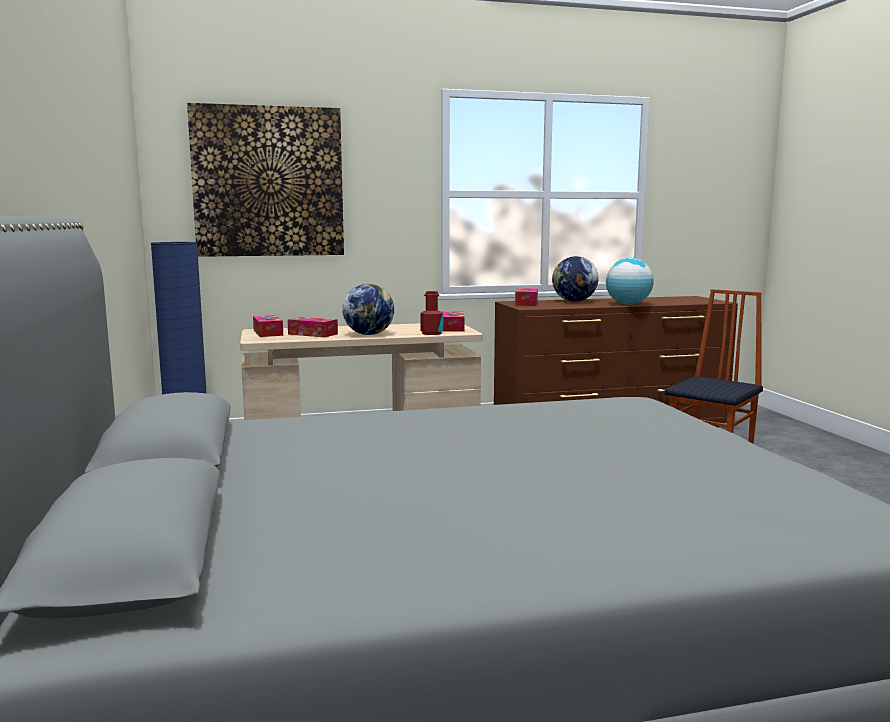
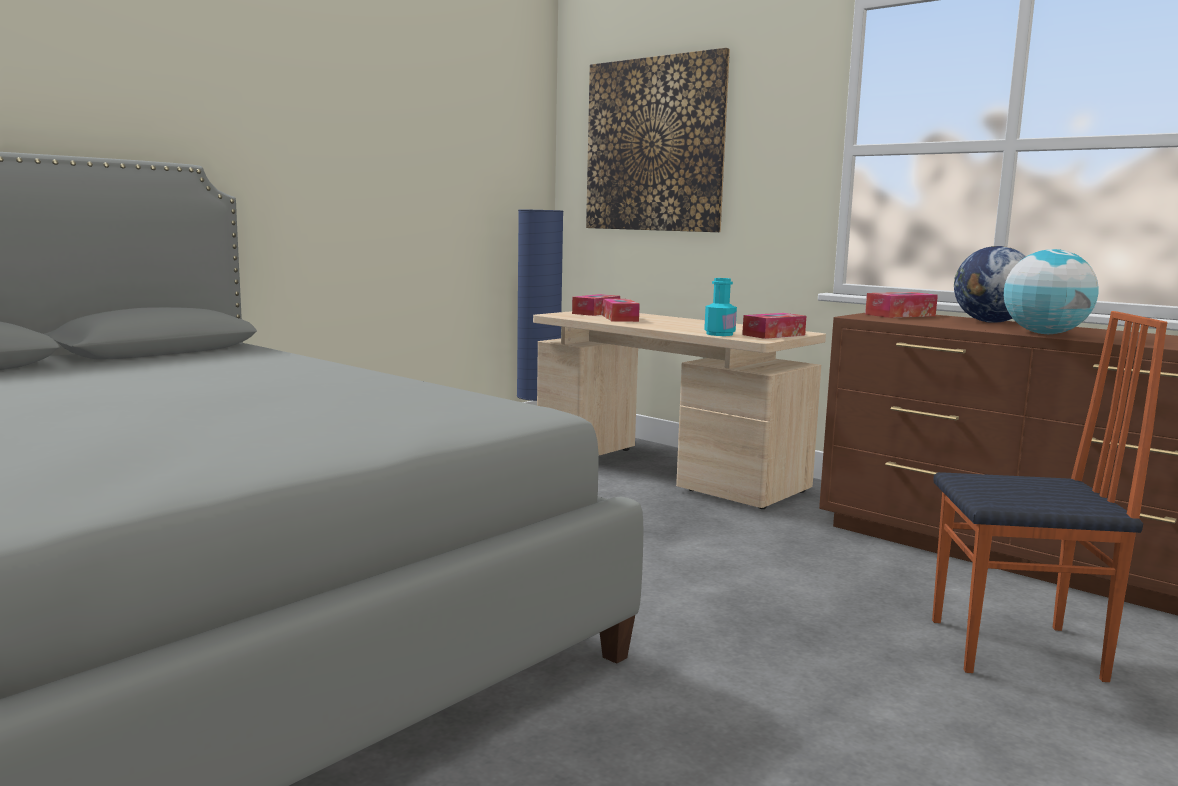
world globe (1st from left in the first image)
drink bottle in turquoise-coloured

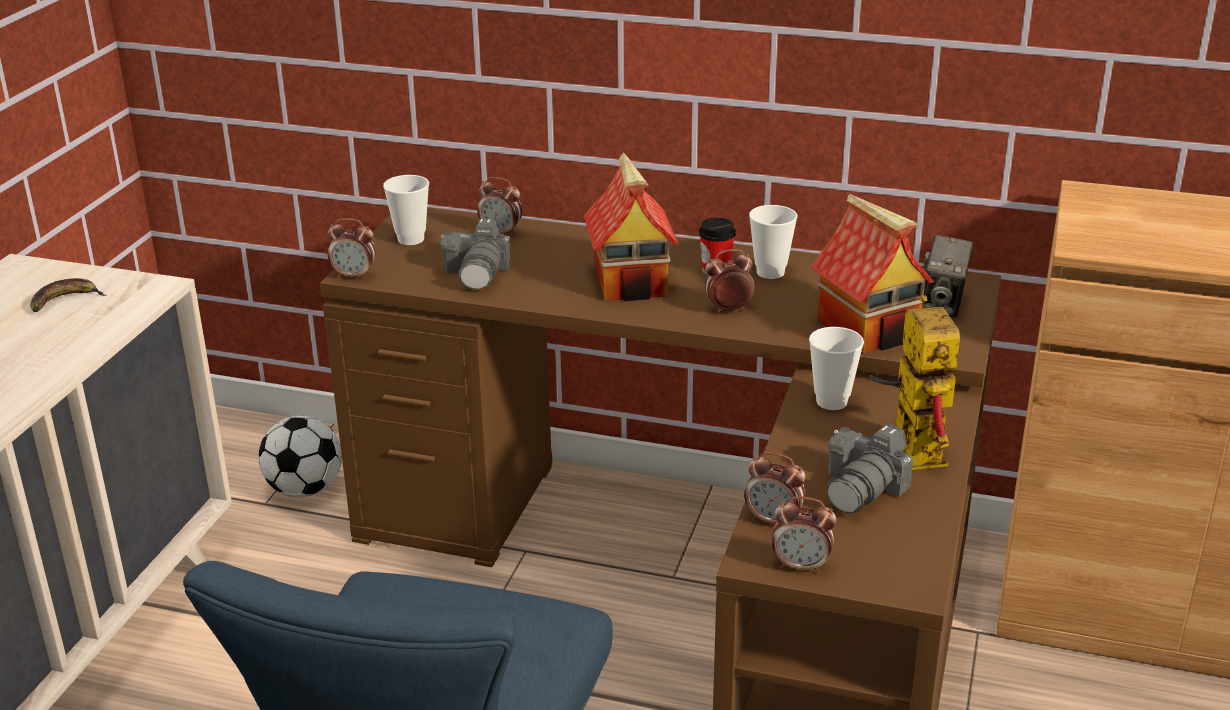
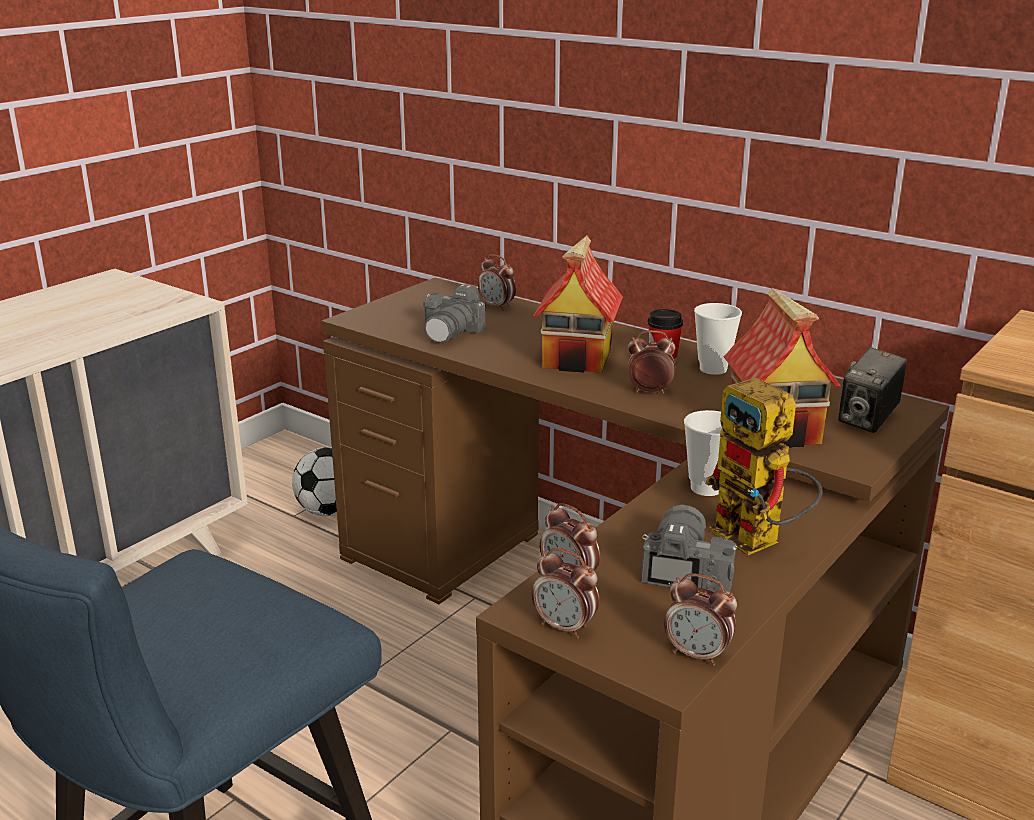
cup (1st from left in the first image)
bedside clock (5th from left)
banana
robot figure
photo camera (2nd from left)

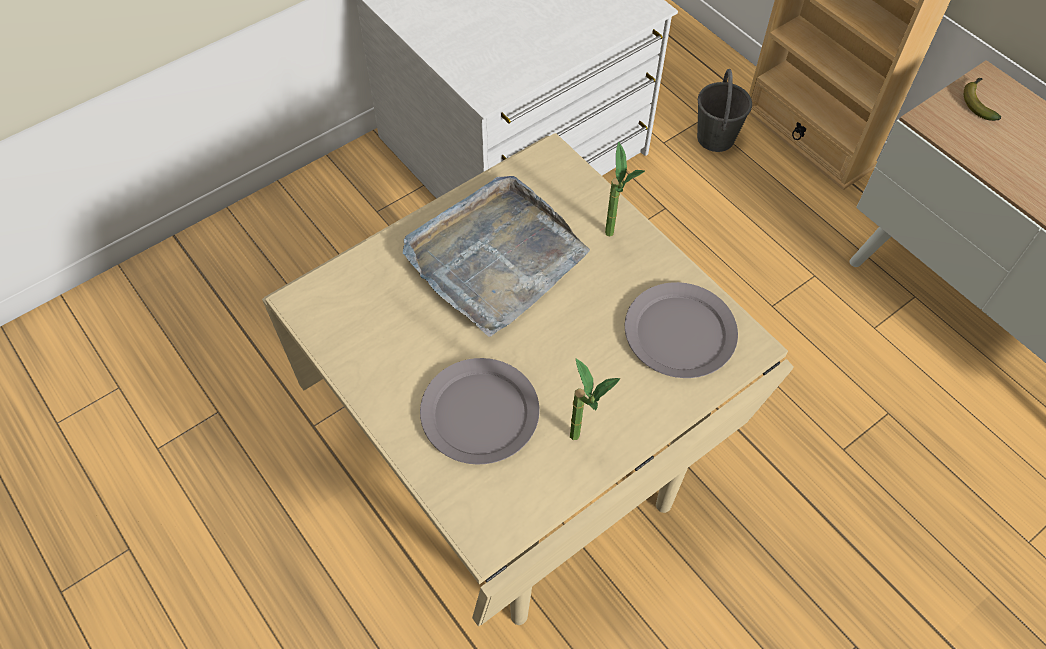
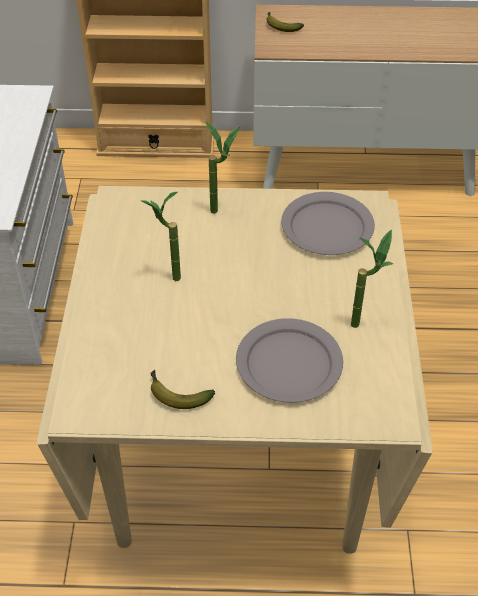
bucket in gray
plant in a pot (1st from left)
banana (1st from left)

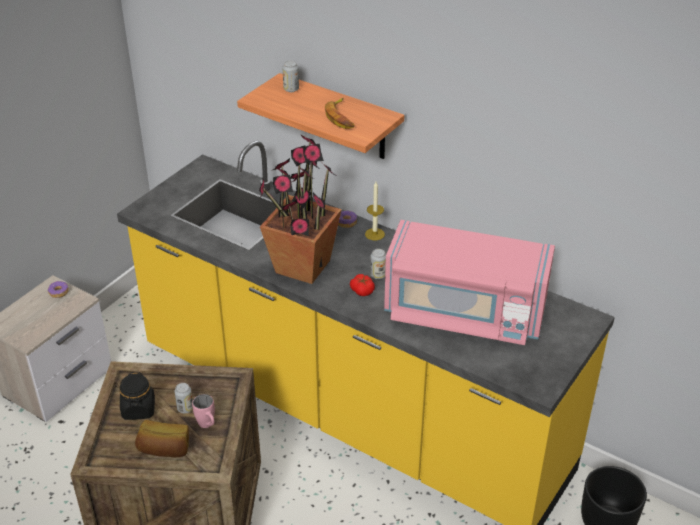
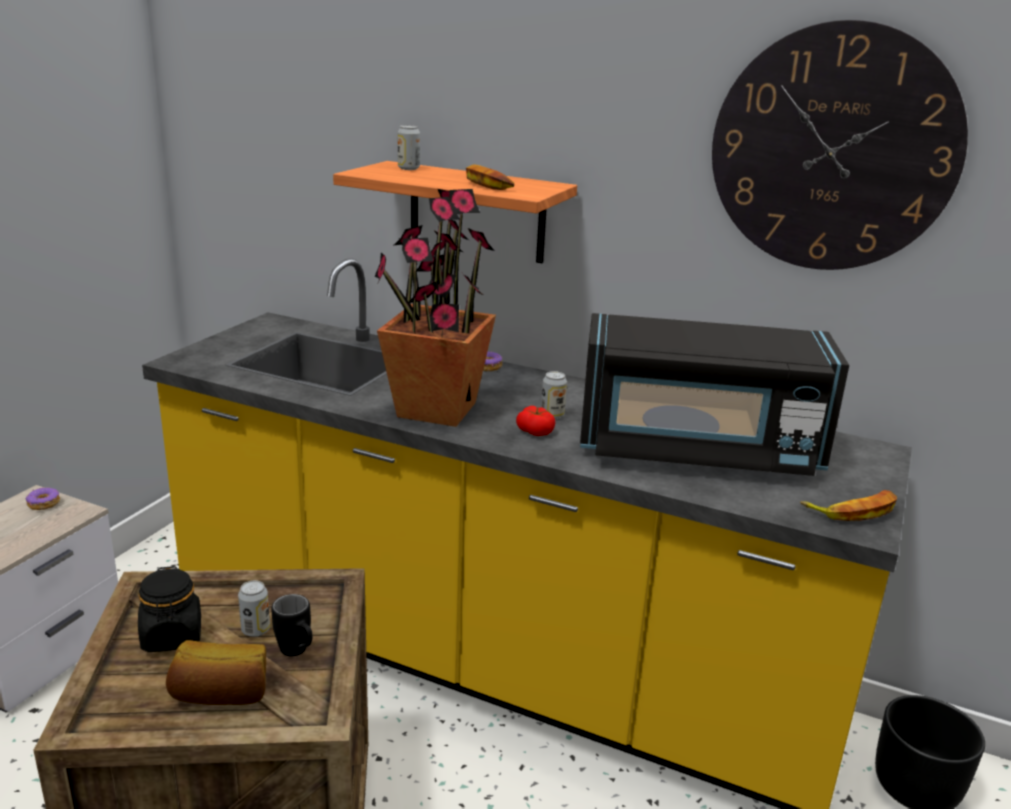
wax light
microwave in blackish
coffee mug in blackish
wall clock
banana (2nd from left)

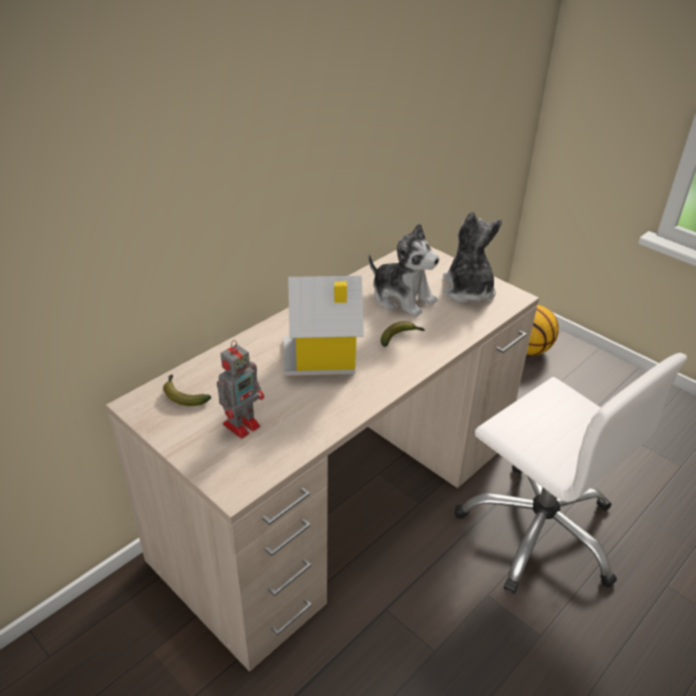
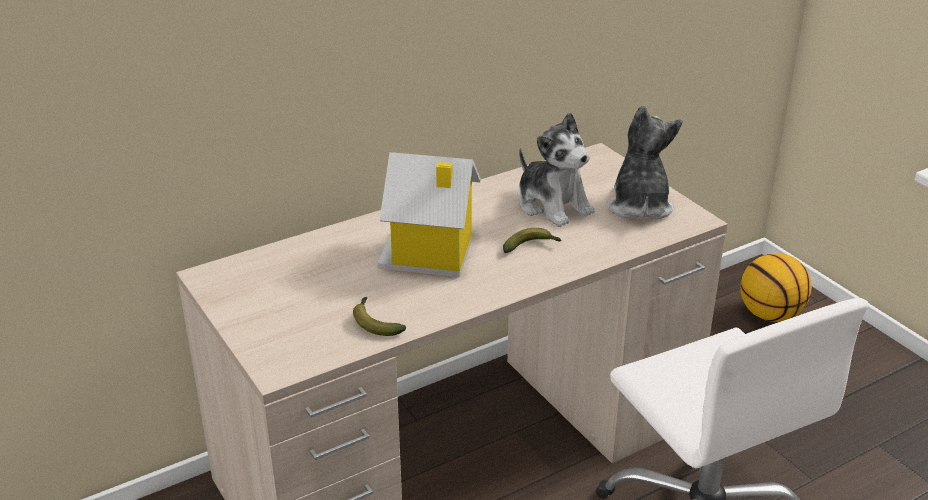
robot figure
banana (1st from left)

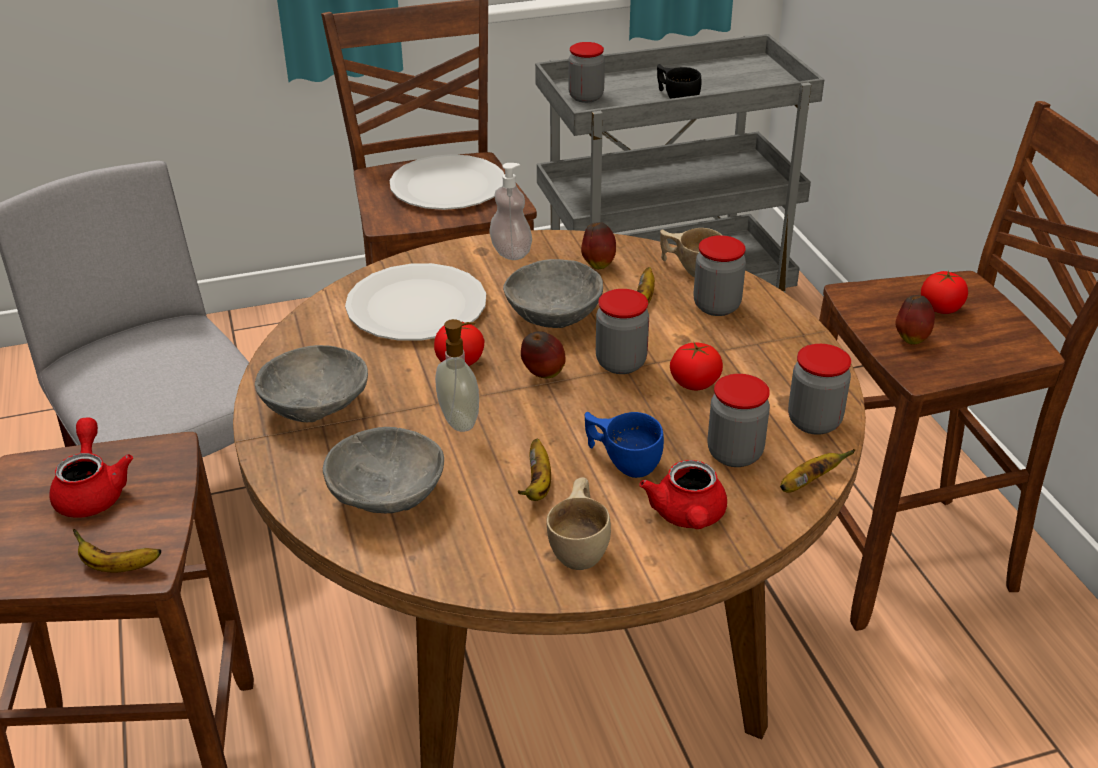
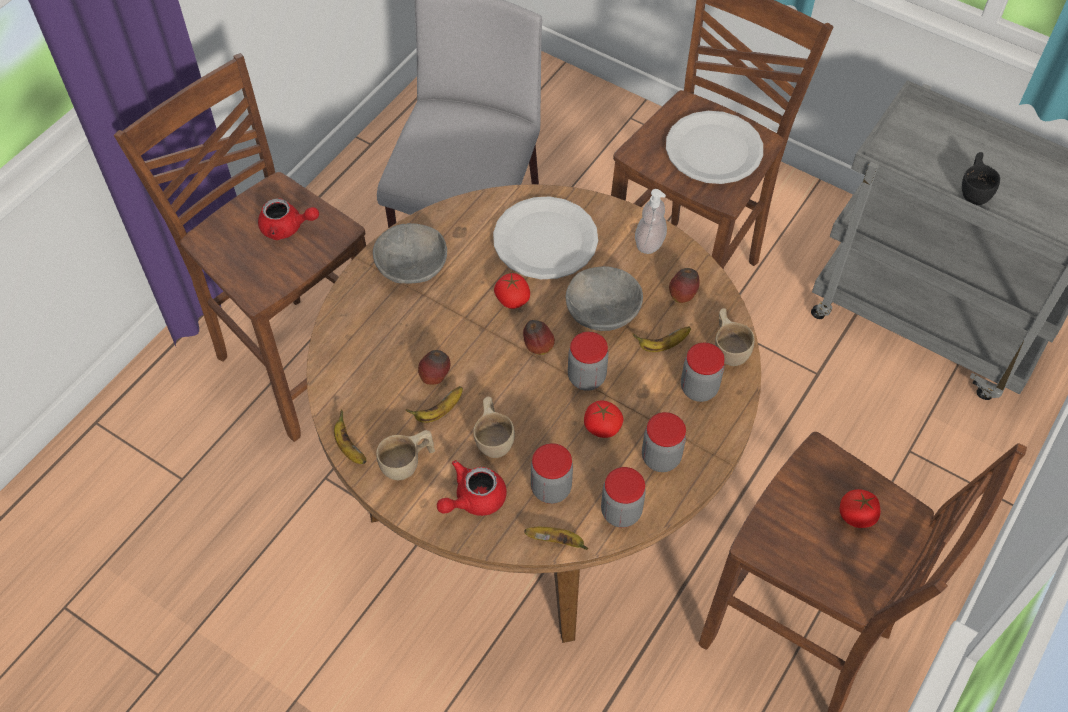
jar (4th from left)
apple fruit (1st from left)
soap dispenser (1st from left in the first image)
cup in beige-coloured (2nd from left)
tea pot in reddish (1st from left)
deep dish in gray (2nd from left in the first image)
banana (1st from left)

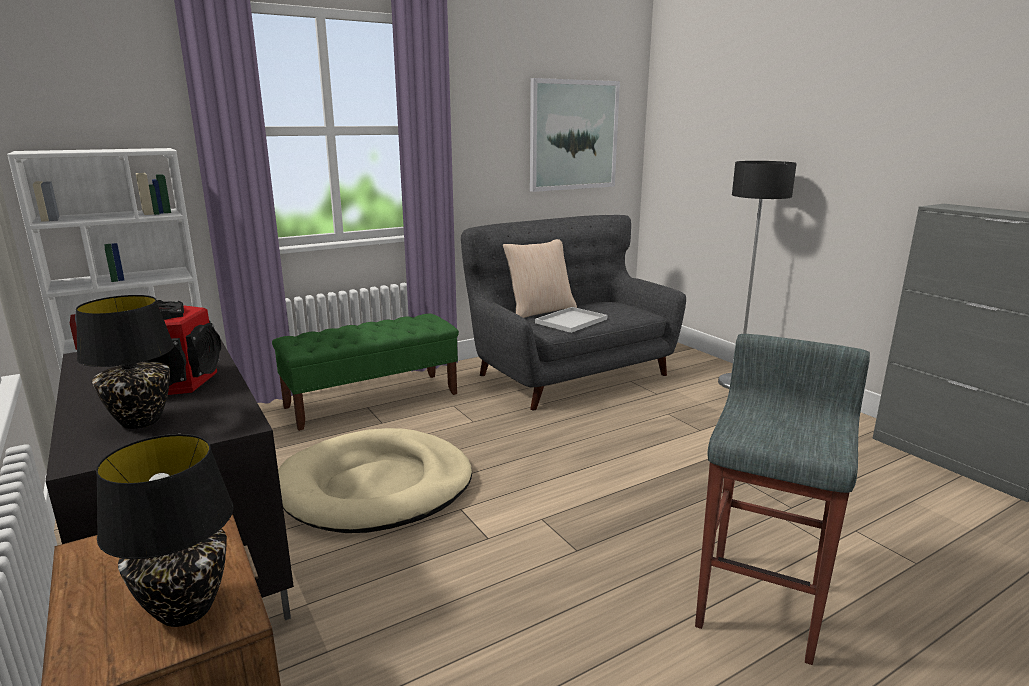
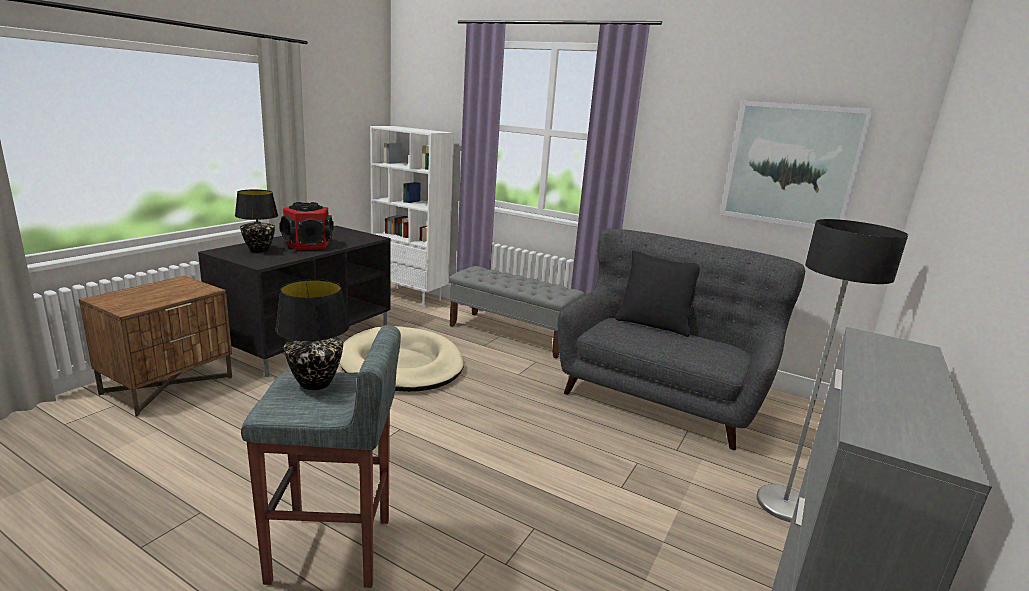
throw pillow in blackish
tray in white-coloured
indoor bench in gray
lamp for a table in blackish (2nd from left)

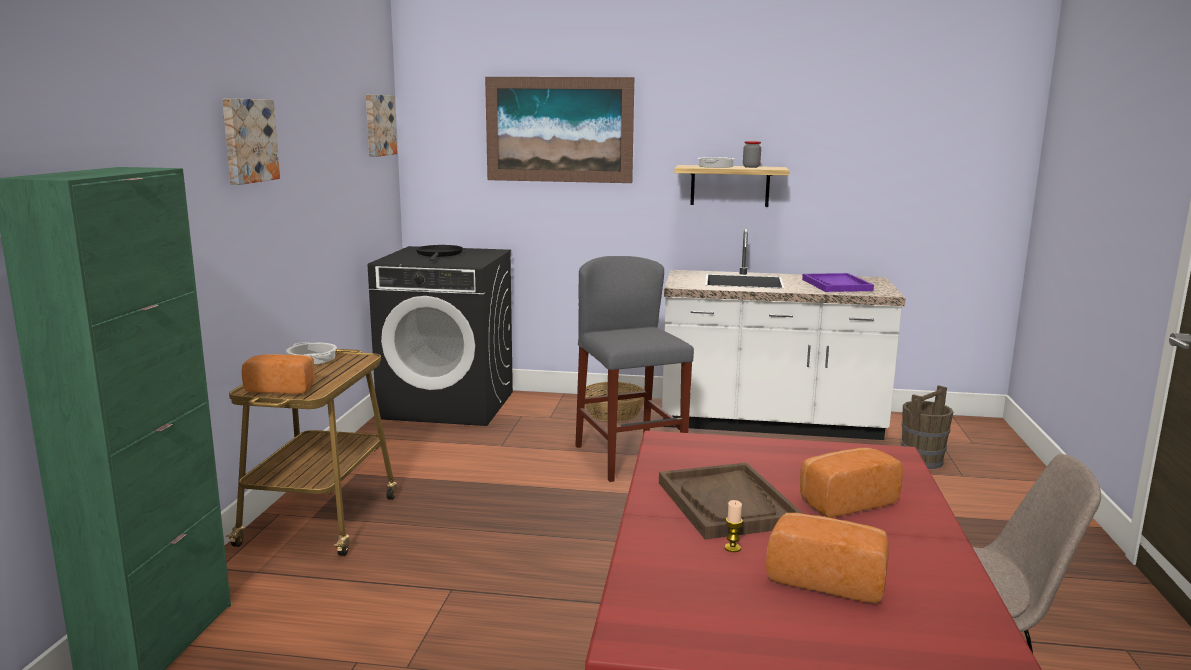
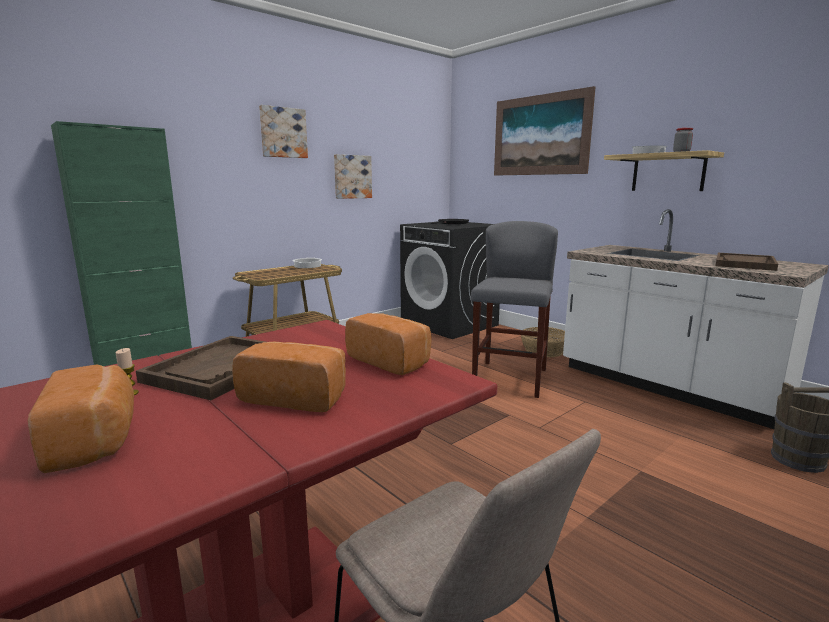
picture (2nd from left)
tray in brown-coloured (2nd from left)
bread (3rd from left)

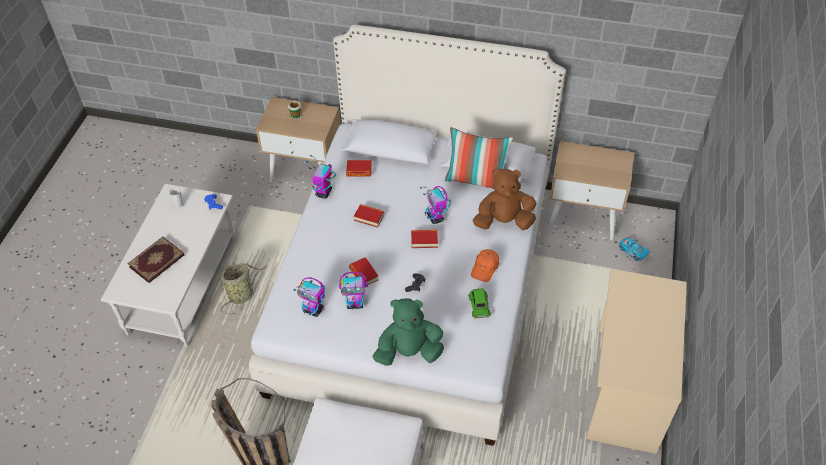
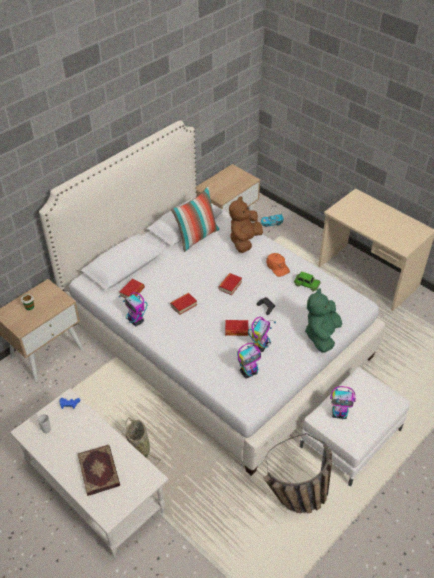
robot figure (4th from left)

